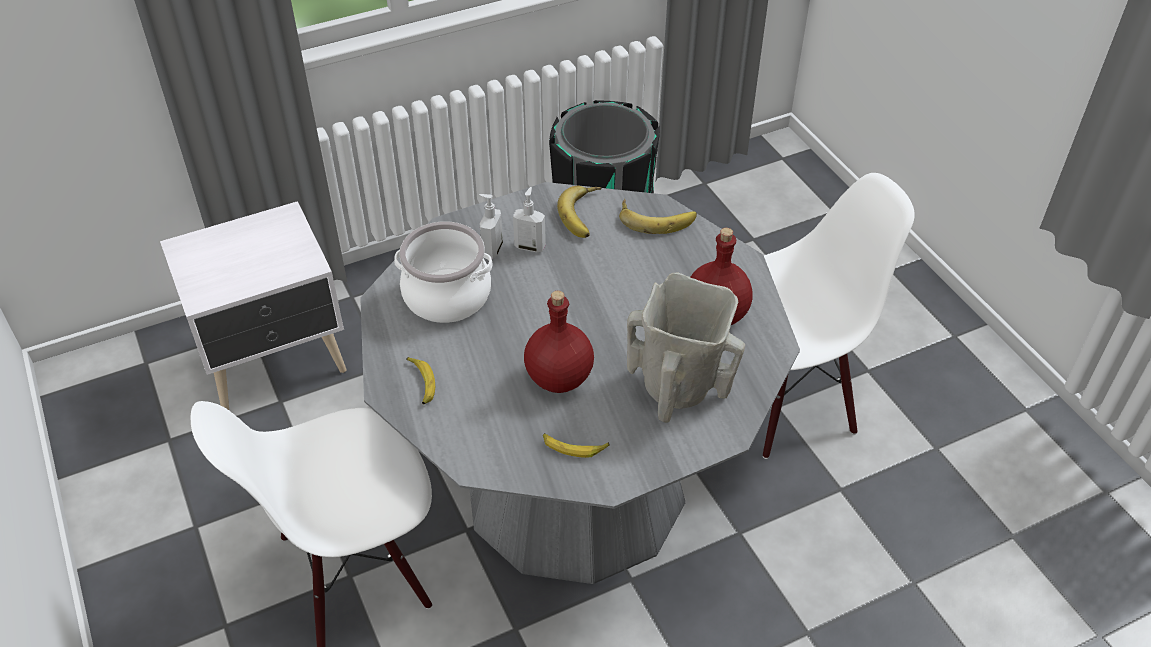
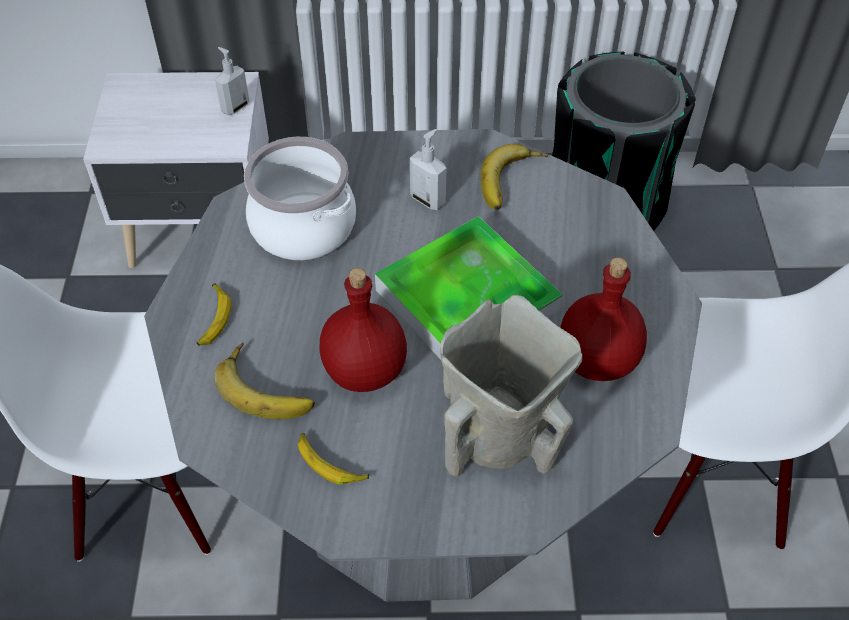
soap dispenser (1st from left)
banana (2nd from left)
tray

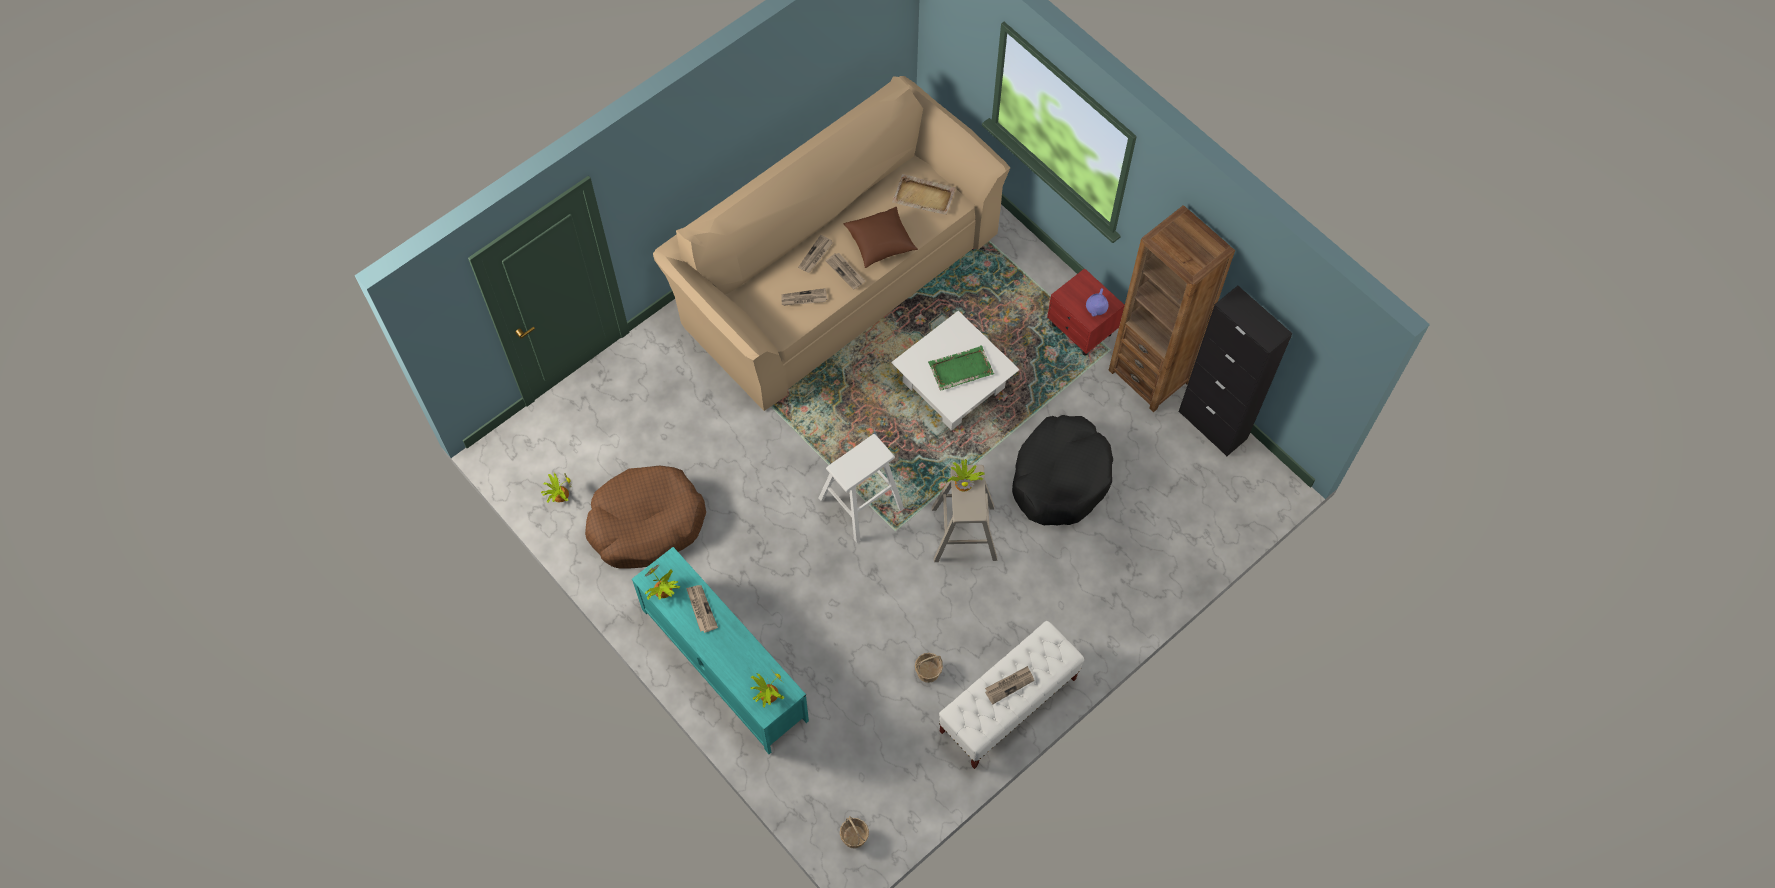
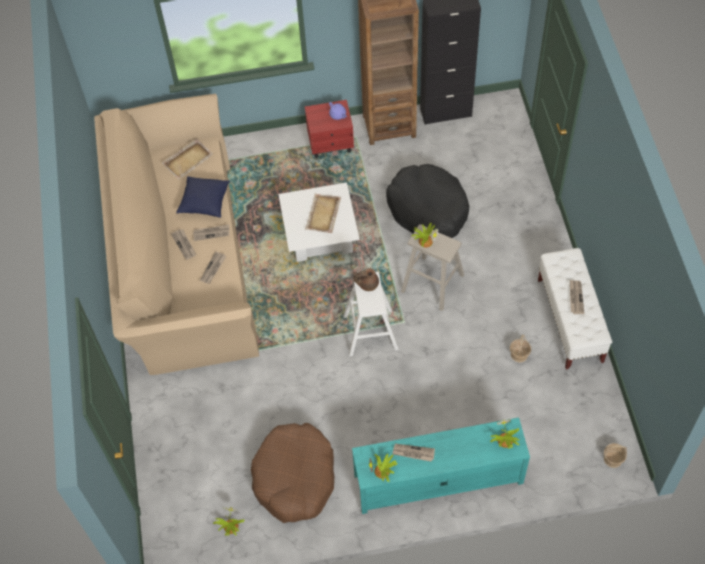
throw pillow in blue-coloured
tray in beige-coloured (2nd from left)
tea pot in brown-coloured

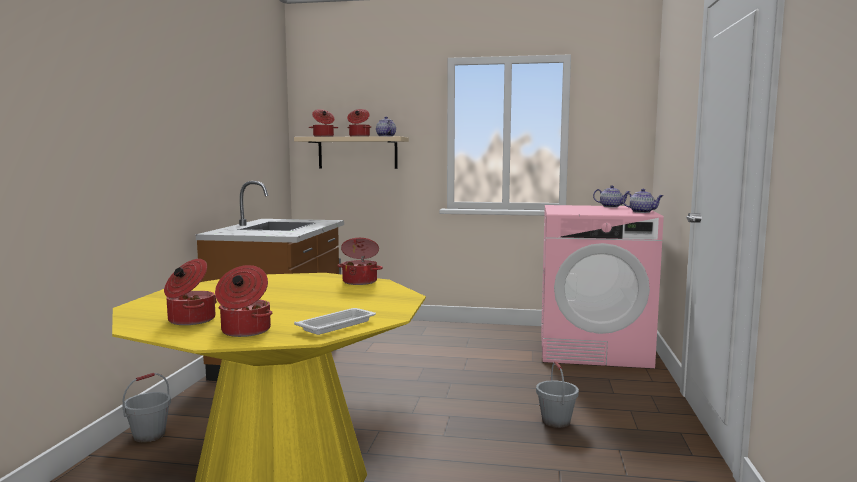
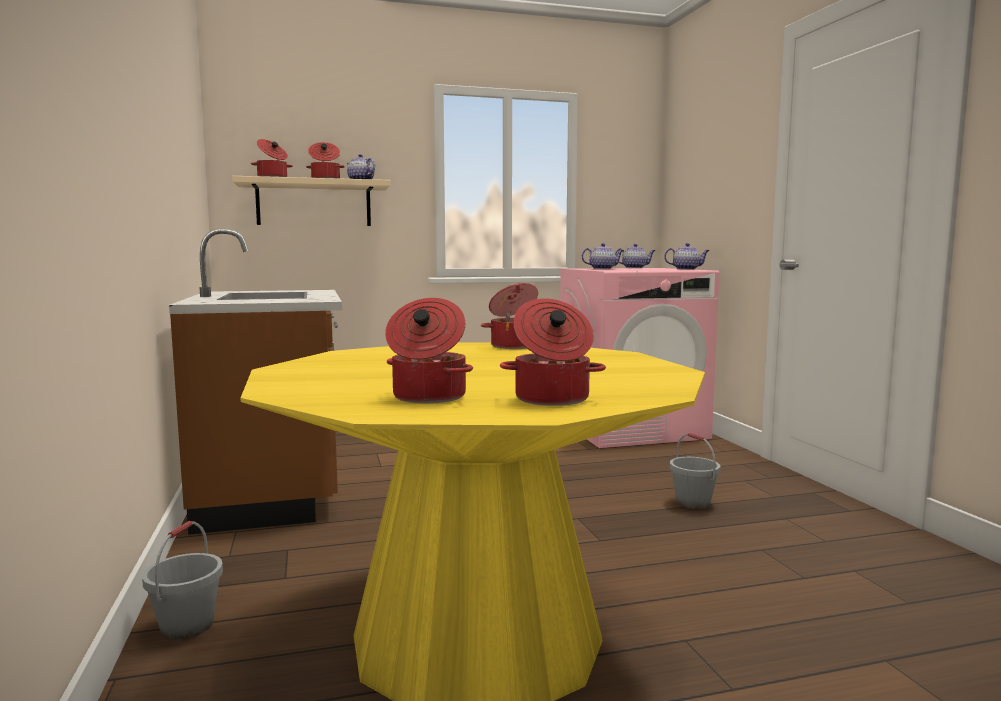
tray in white-coloured
tea pot (2nd from left)

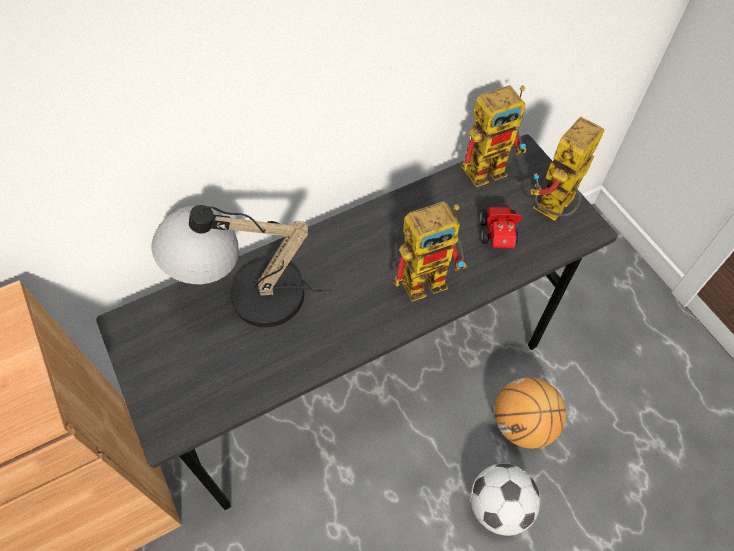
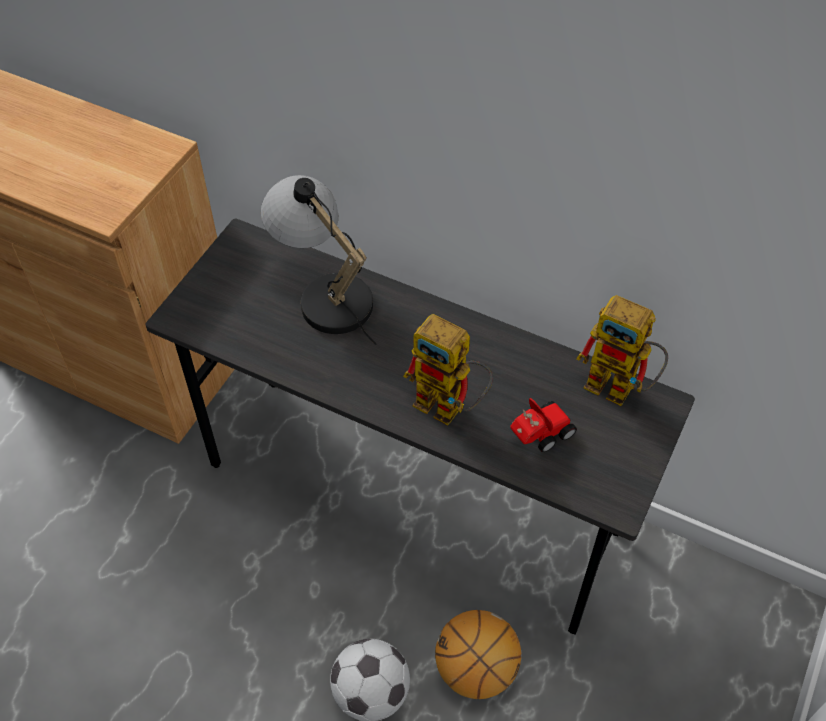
robot figure (3rd from left in the first image)

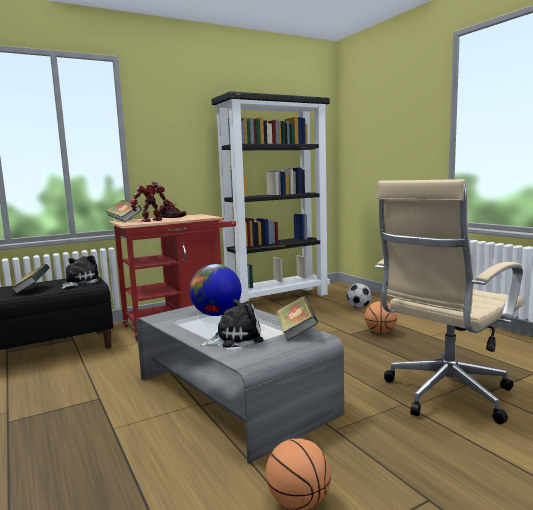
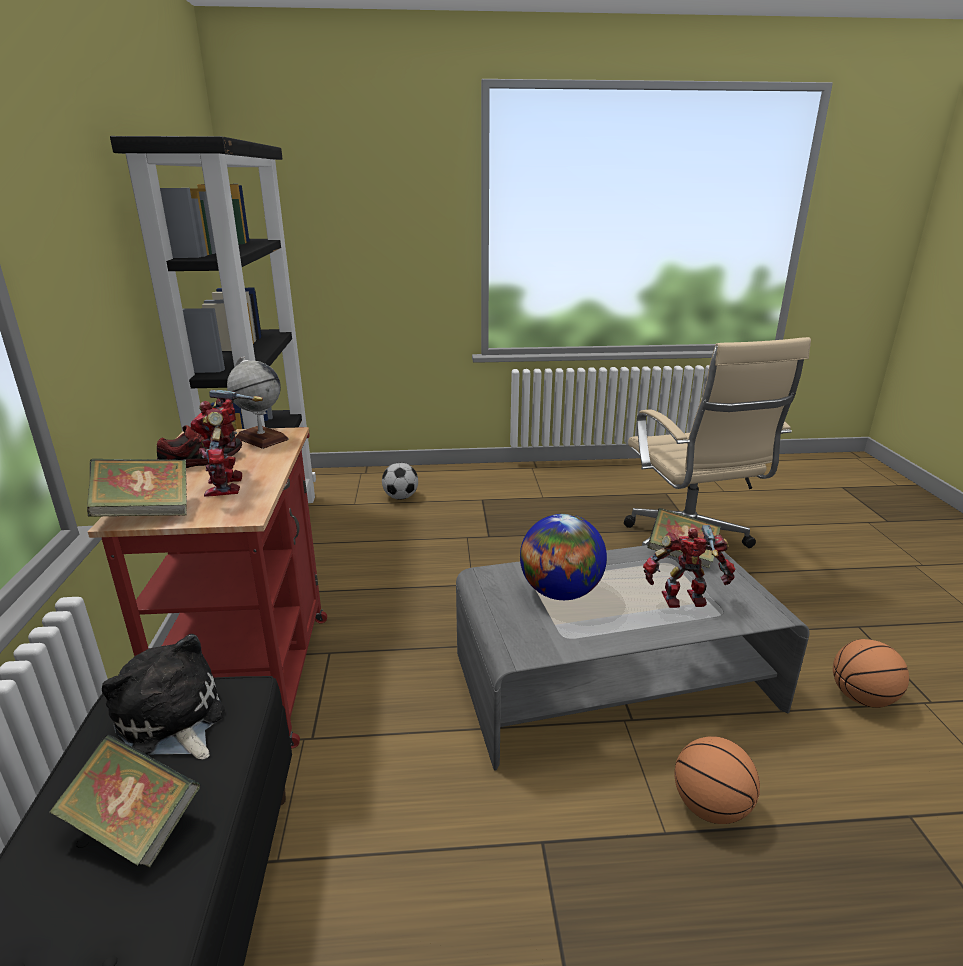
robot figure (2nd from left)
ball for basketball (1st from left)
world globe (1st from left)

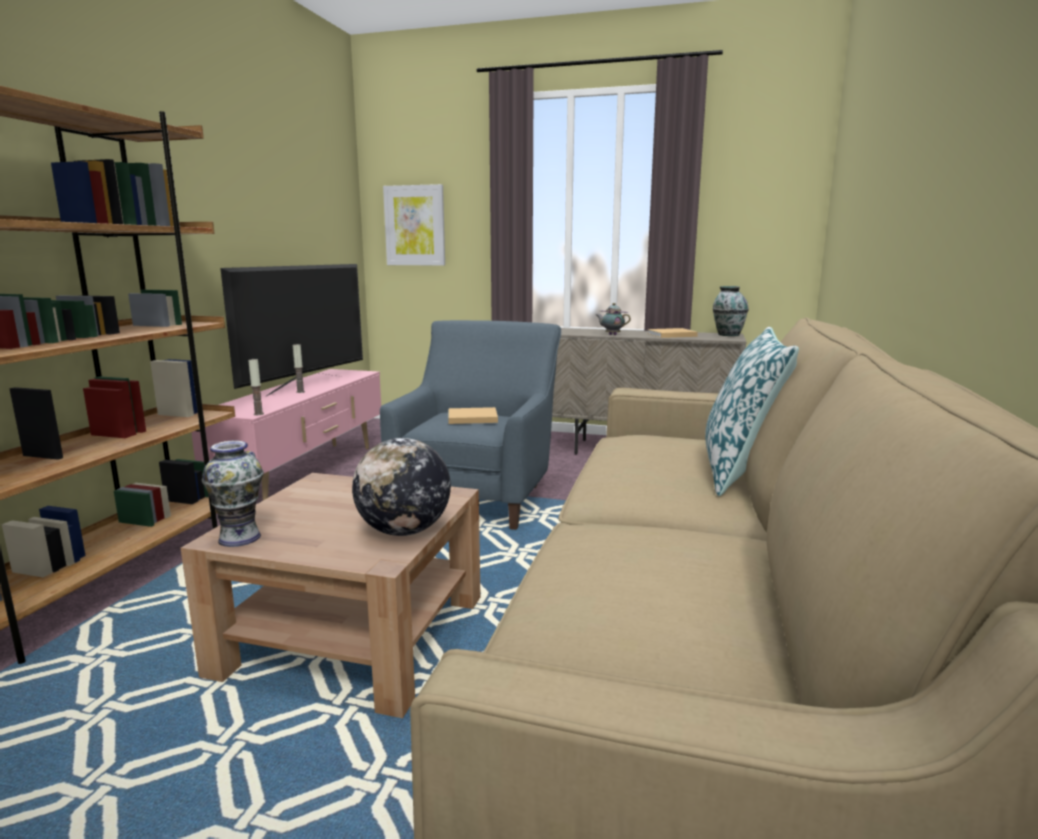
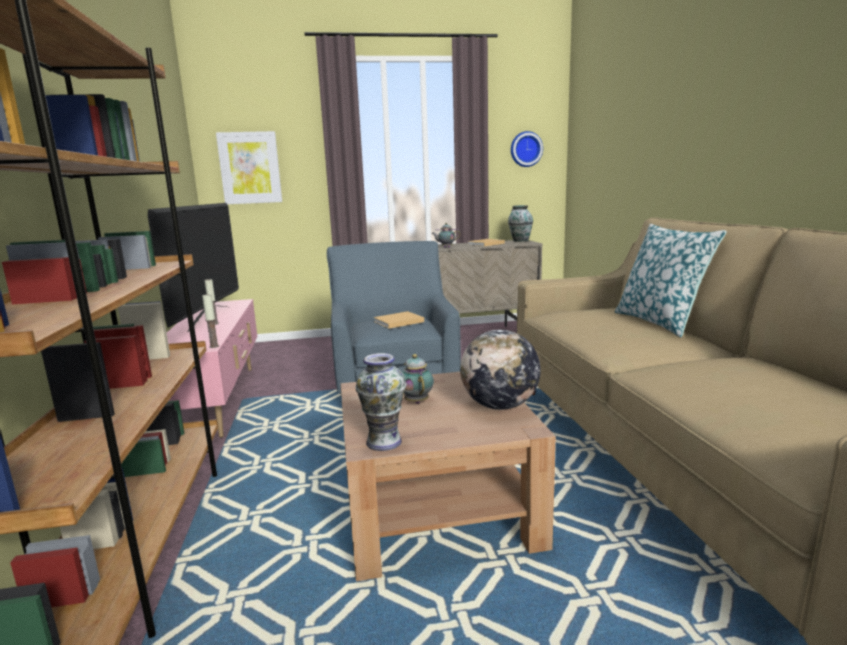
wall clock
tea pot (1st from left)

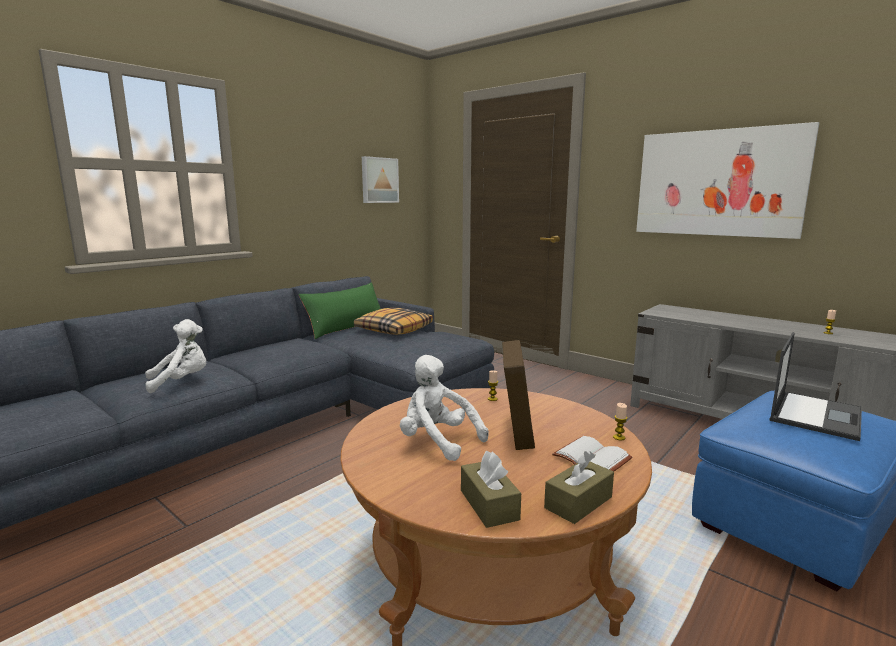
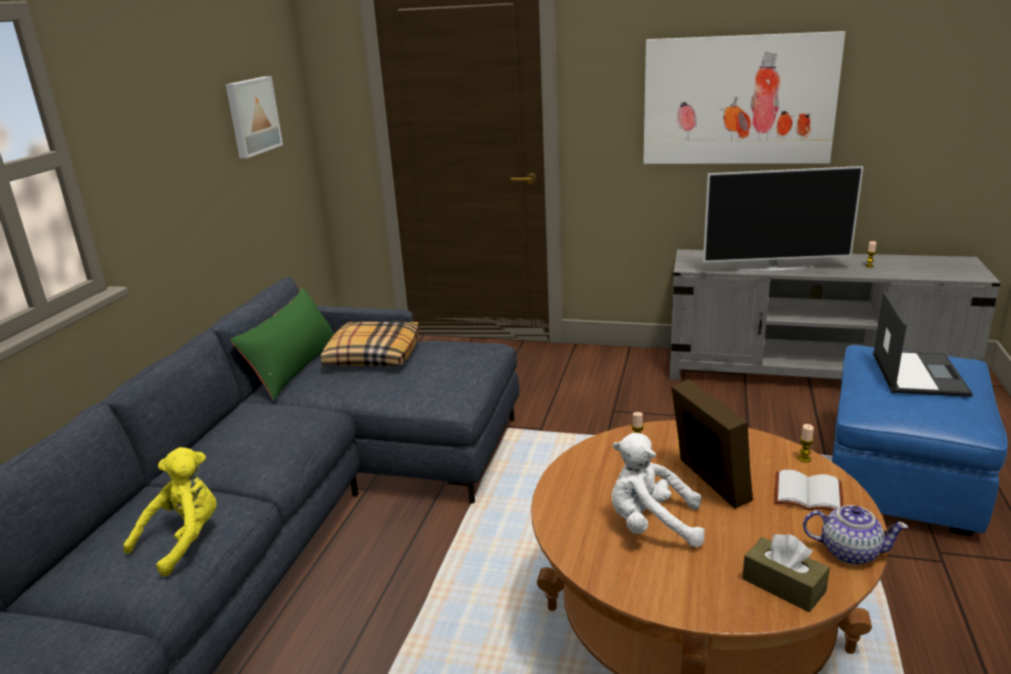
cuddly toy in yellow-coloured
tea pot
TV

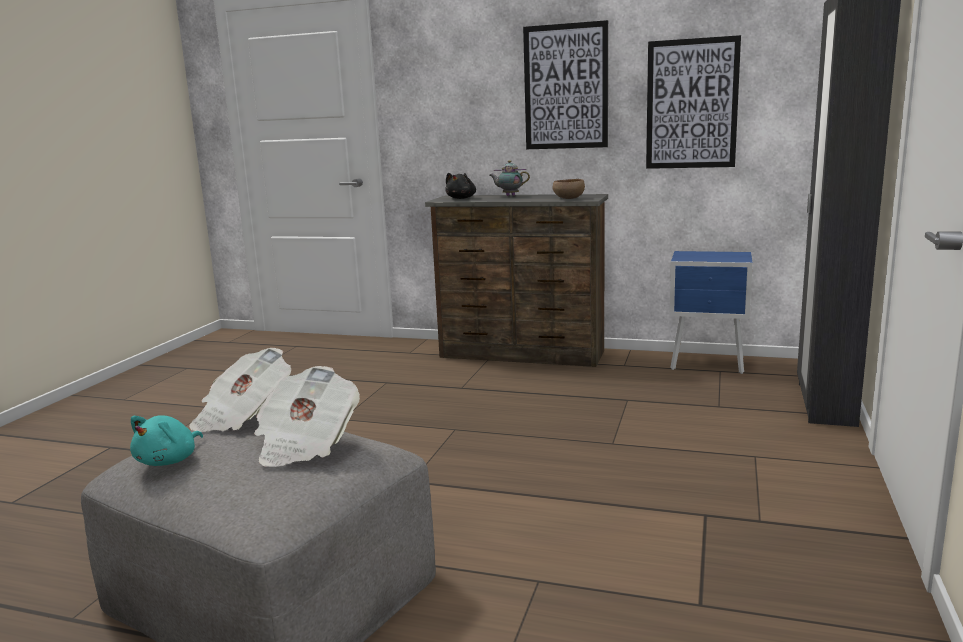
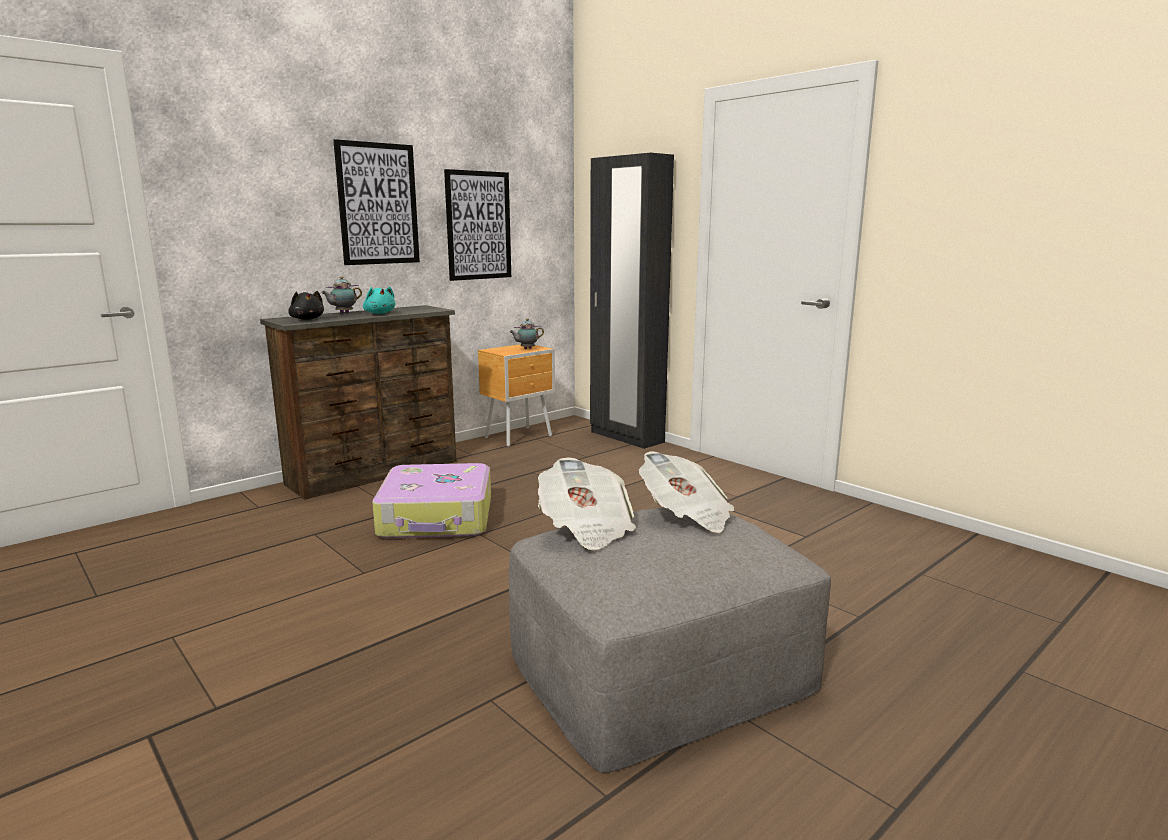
deep dish in brown-coloured
nightstand in brown-coloured
cuddly toy in turquoise-coloured
tea pot (2nd from left)
suitcase

